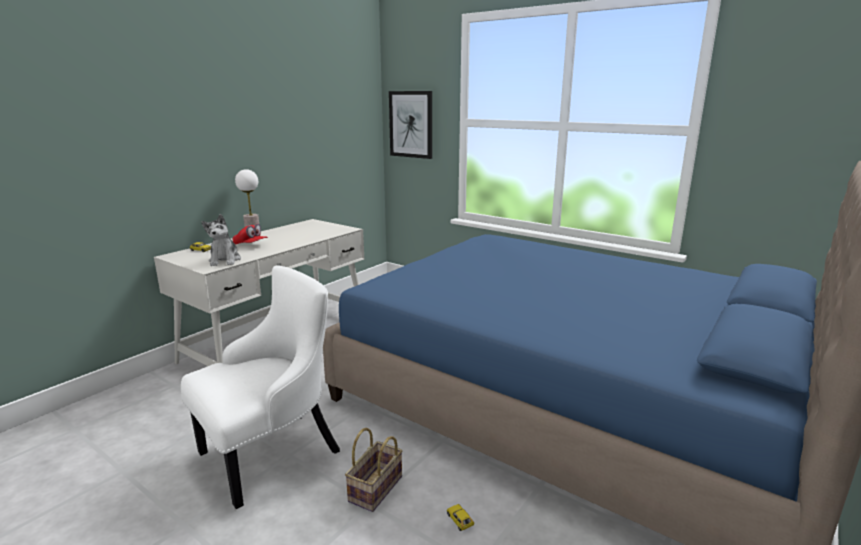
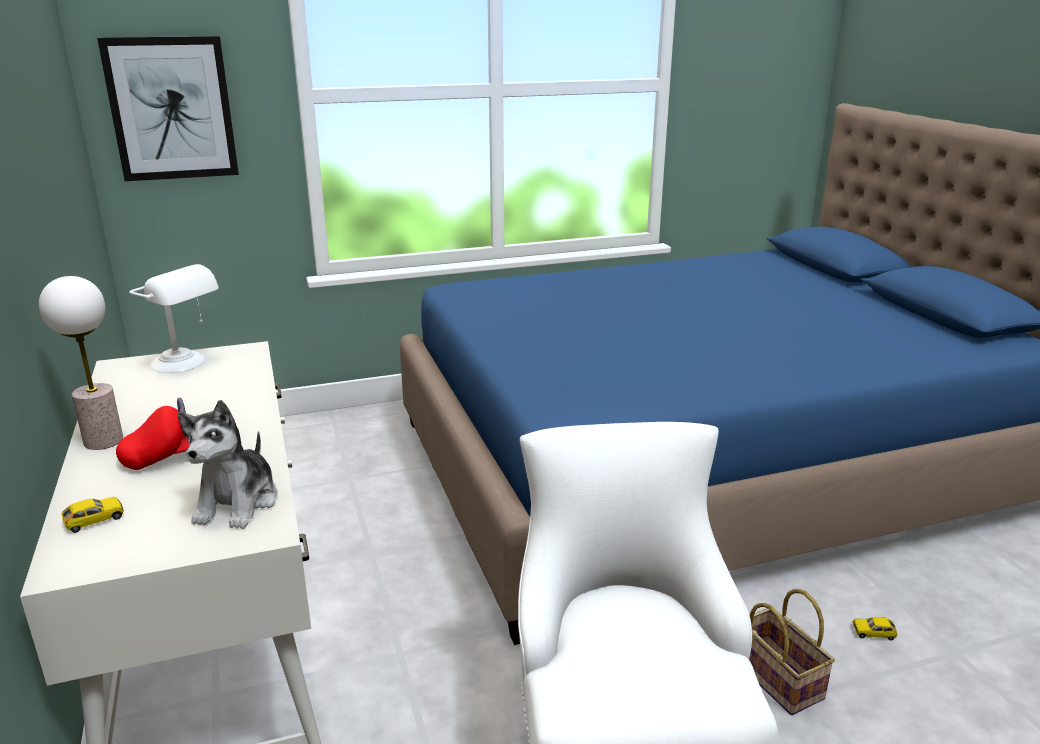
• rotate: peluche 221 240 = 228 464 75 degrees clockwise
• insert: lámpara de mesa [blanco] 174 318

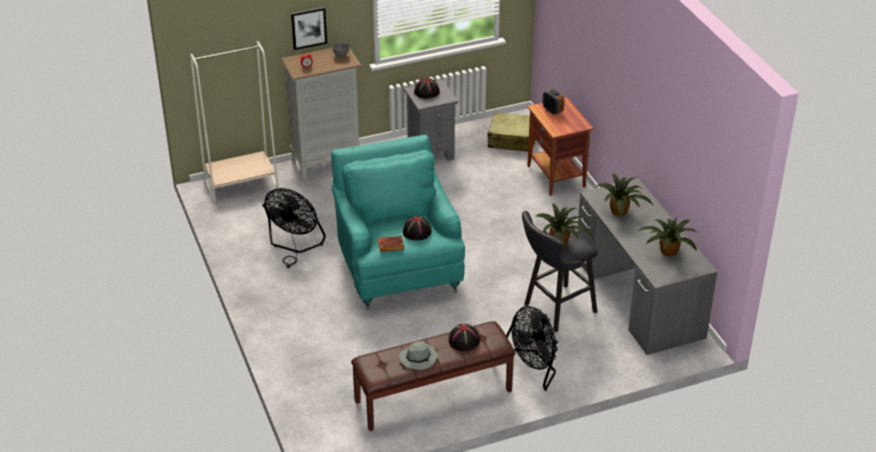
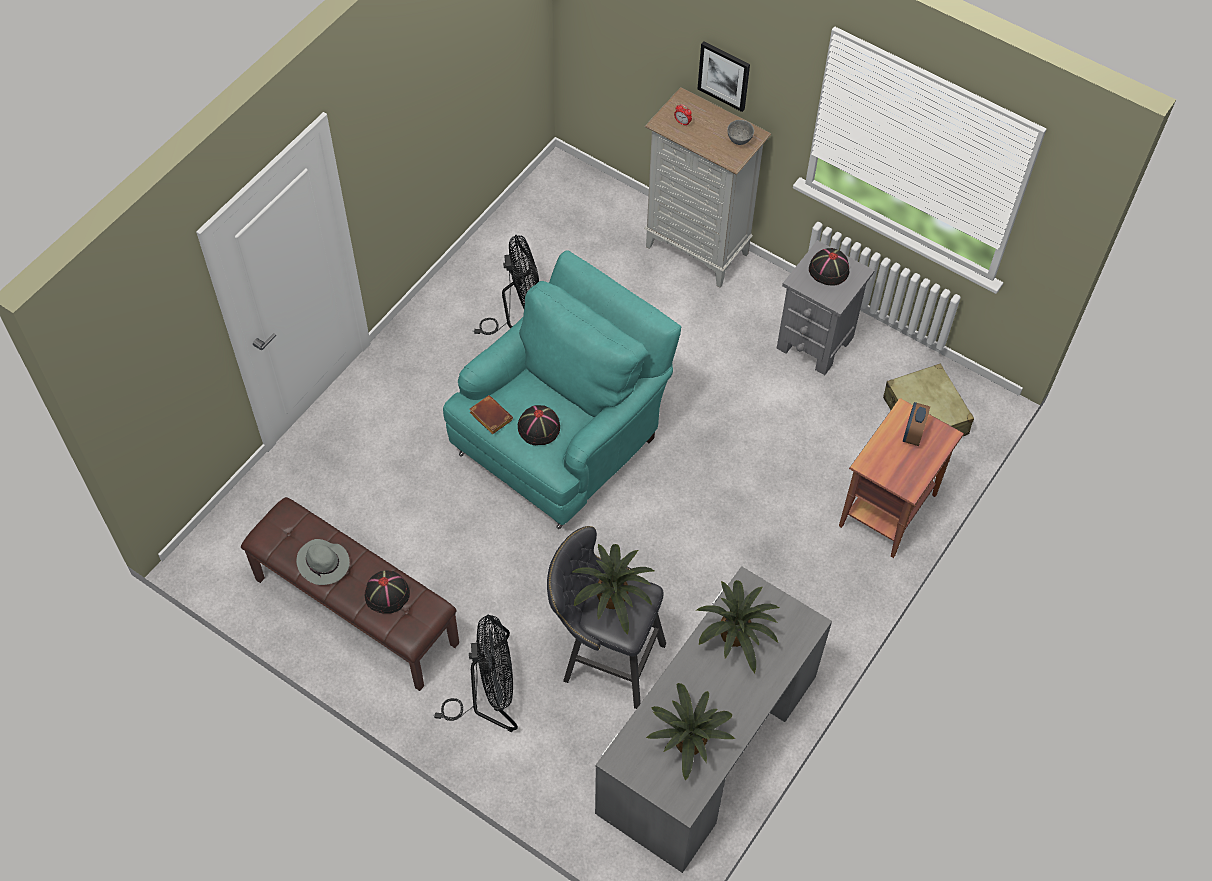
• delete: perchero 234 121
• rotate: ventilador [negro] 532 348 = 476 673 150 degrees clockwise

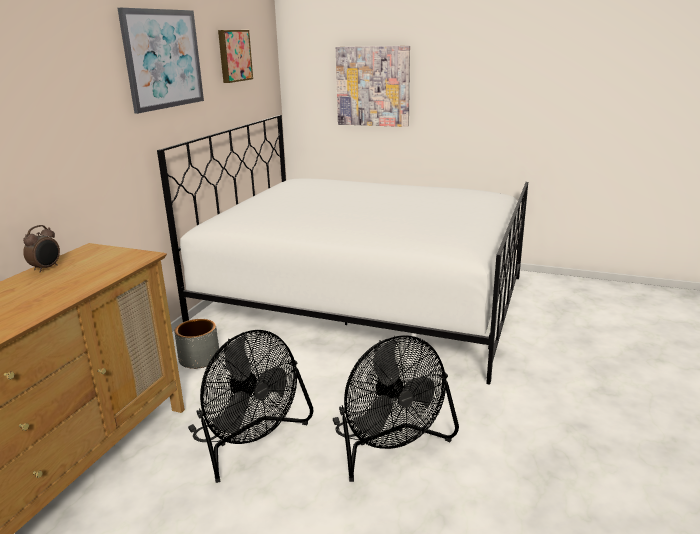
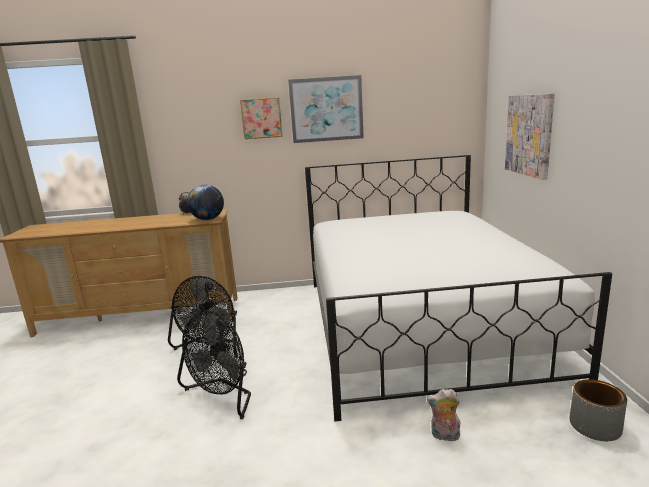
• move: maceta [gris] 196 344 to 598 410
• move: cuadro 235 56 to 261 118
• insert: globo terráqueo 205 202
• insert: peluche 443 415

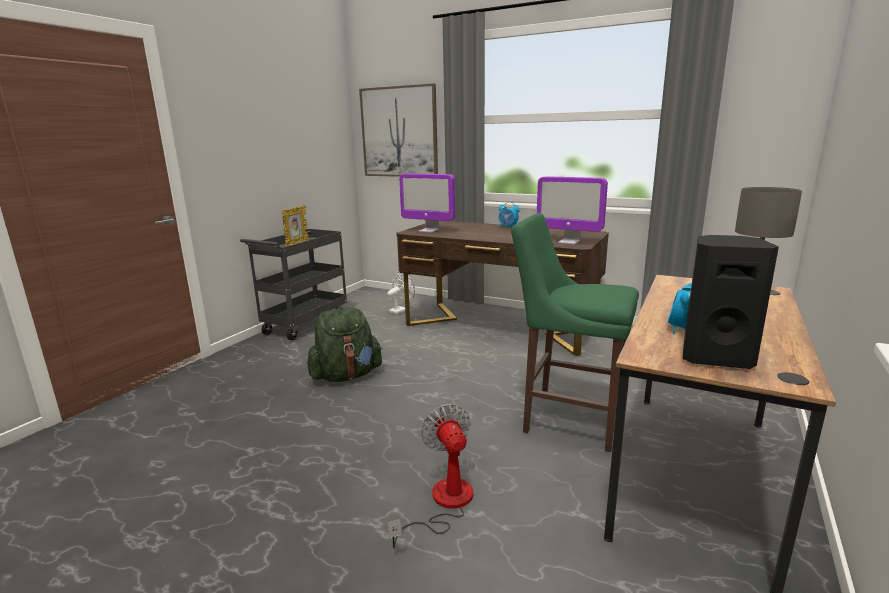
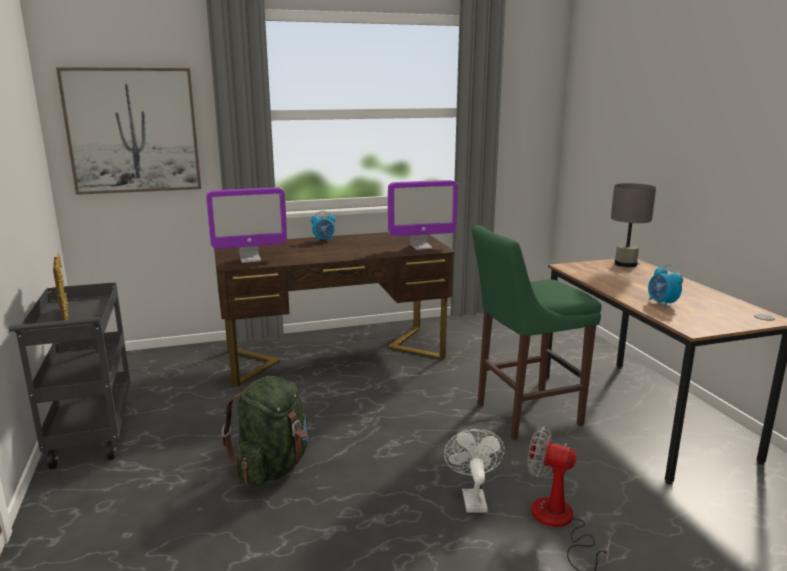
• move: ventilador [blanco] 401 293 to 474 471
• delete: altavoz [negro] 731 302

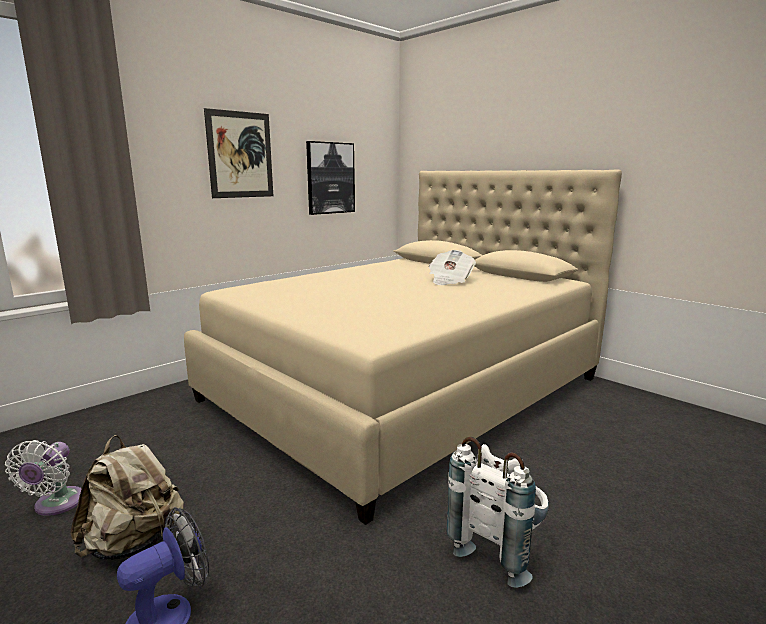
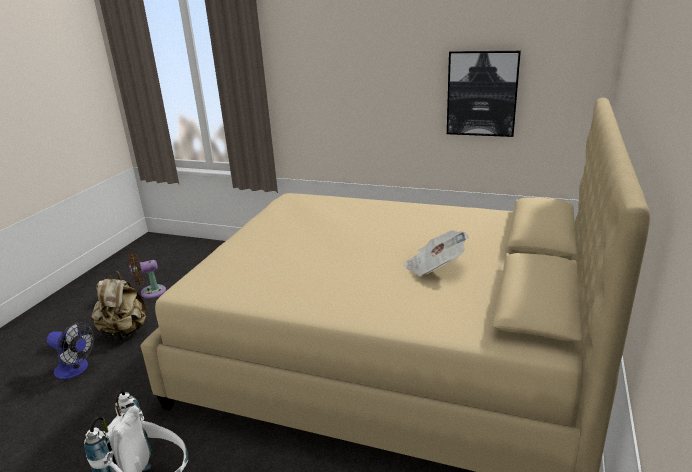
• recolor: ventilador [blanco] 43 478 to ventilador [marrón] 147 276
• delete: cuadro 238 153

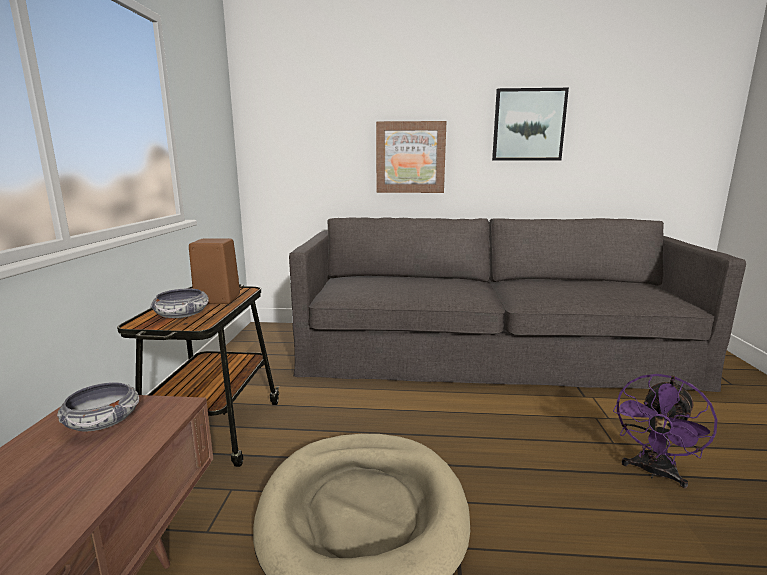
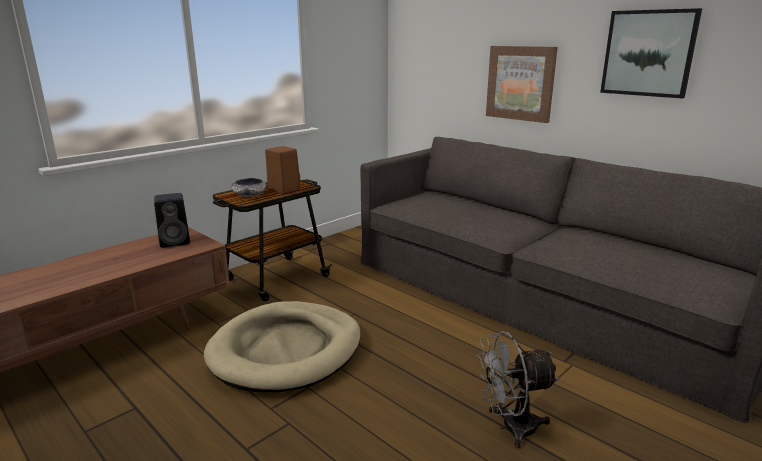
• replace: cuenco 98 406 to altavoz [negro] 172 220
• recolor: ventilador [morado] 665 431 to ventilador [gris] 517 389

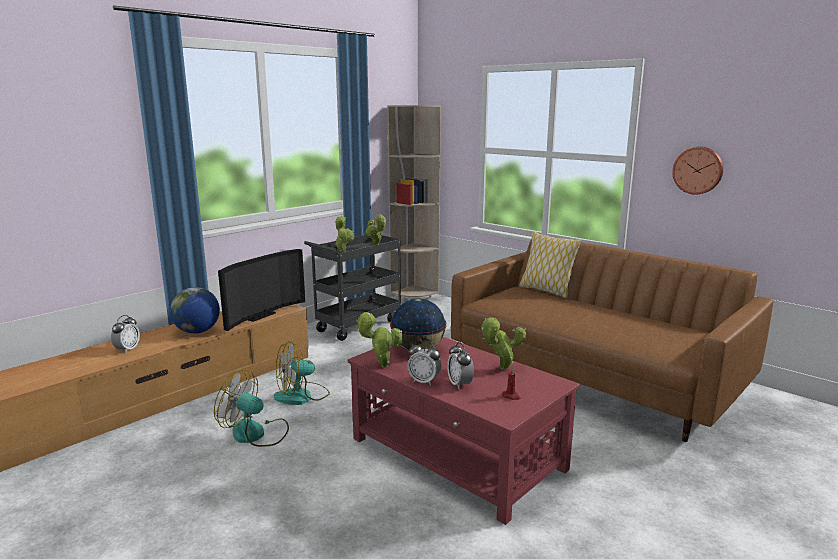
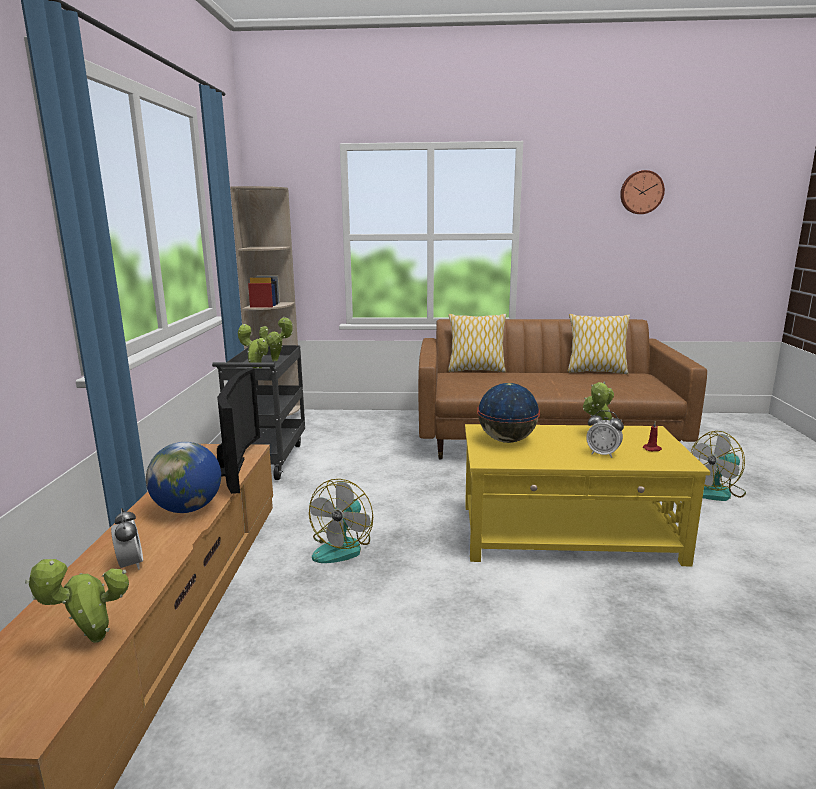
• move: ventilador 251 408 to 718 466
• recolor: mesa de centro [rojo] 464 431 to mesa de centro [amarillo] 587 495
• move: planta en maceta 379 340 to 77 601
• delete: despertador 424 363
• move: reloj de pared 697 171 to 642 192
• insert: cojín 599 344

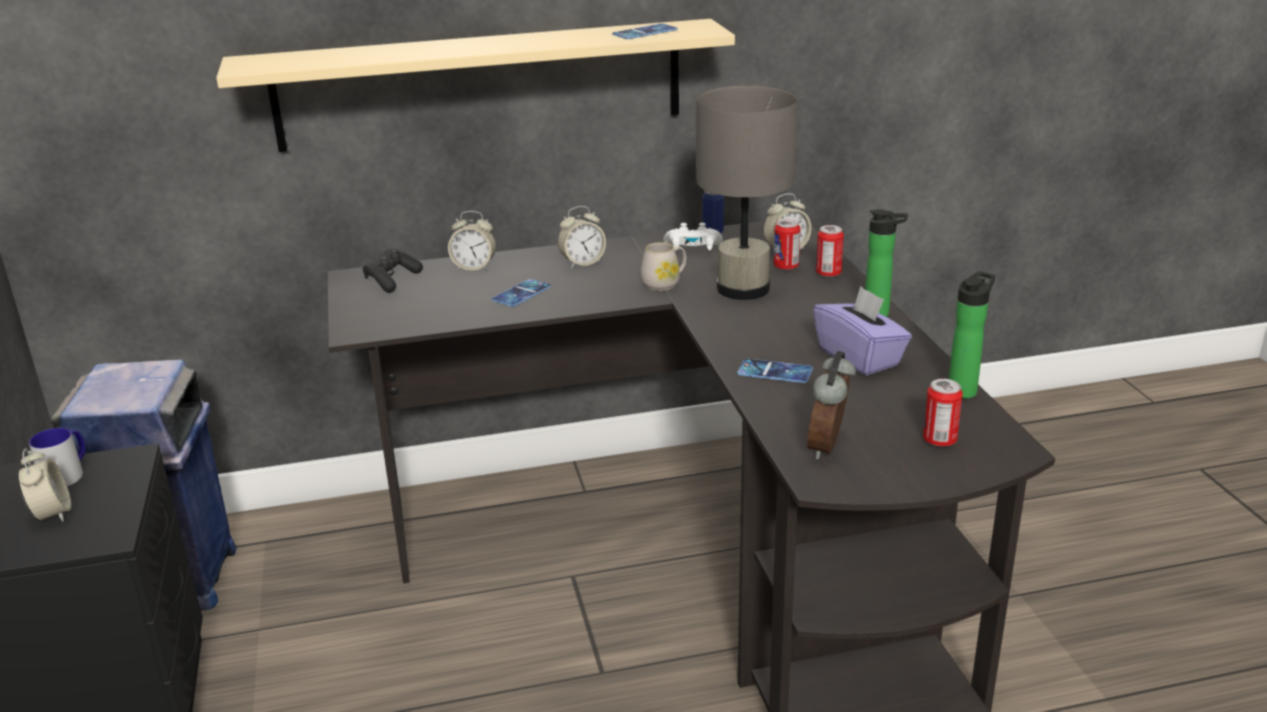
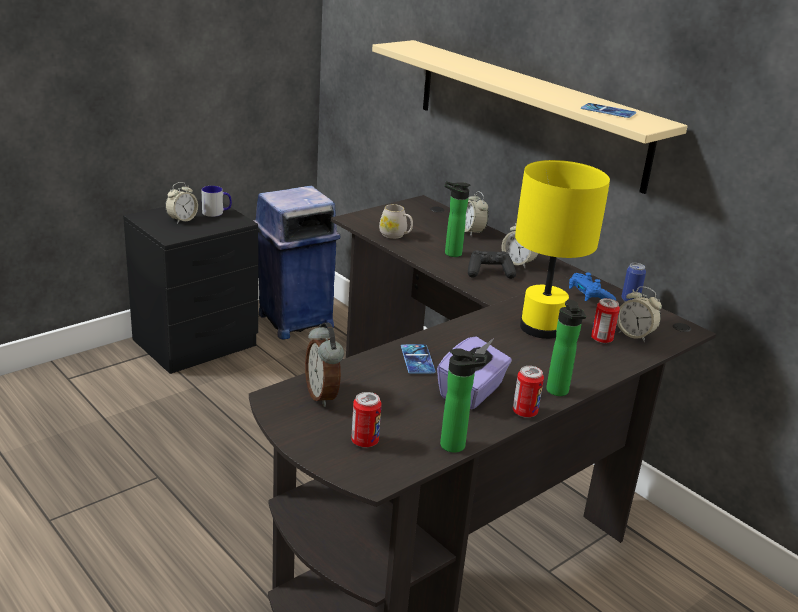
• move: mando de consola [negro] 393 270 to 492 265
• replace: móvil 521 293 to botella 458 219
• move: taza grande [blanco] 663 266 to 396 221
• recolor: mando de consola [blanco] 693 237 to mando de consola [azul] 592 287
• recolor: lámpara de mesa [gris] 746 192 to lámpara de mesa [amarillo] 562 249
• rotate: despertador 831 405 = 324 365 105 degrees counterclockwise
• move: lata 830 251 to 528 392

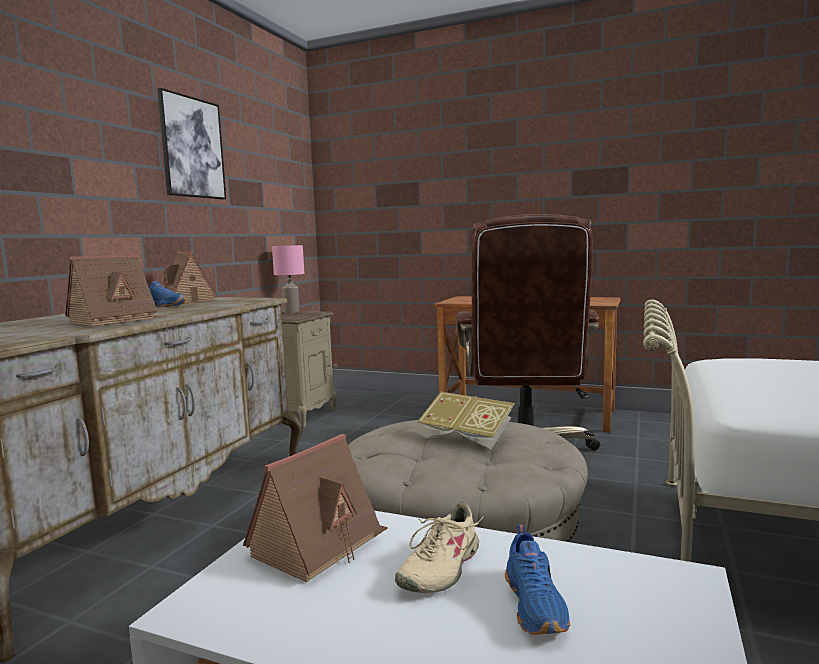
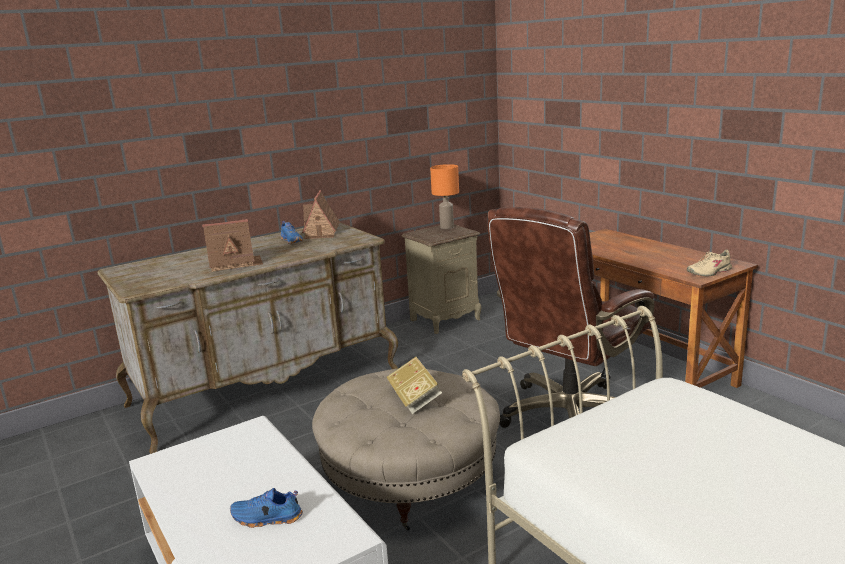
• delete: cuadro 191 143
• delete: casita 315 508
• recolor: lámpara de mesa [rosa] 288 279 to lámpara de mesa [naranja] 444 196
• move: zapato [beis] 439 547 to 710 263
• rotate: zapato [azul] 537 580 = 266 508 60 degrees clockwise

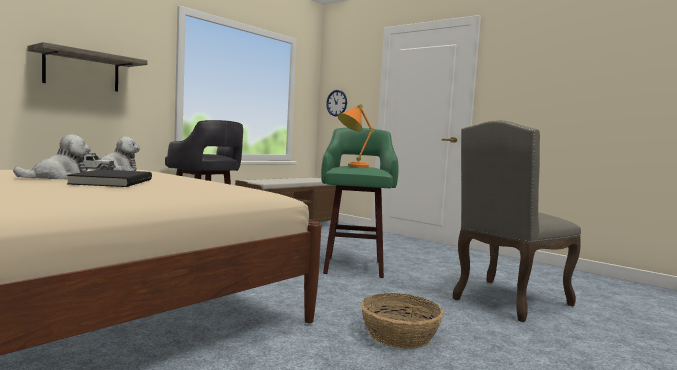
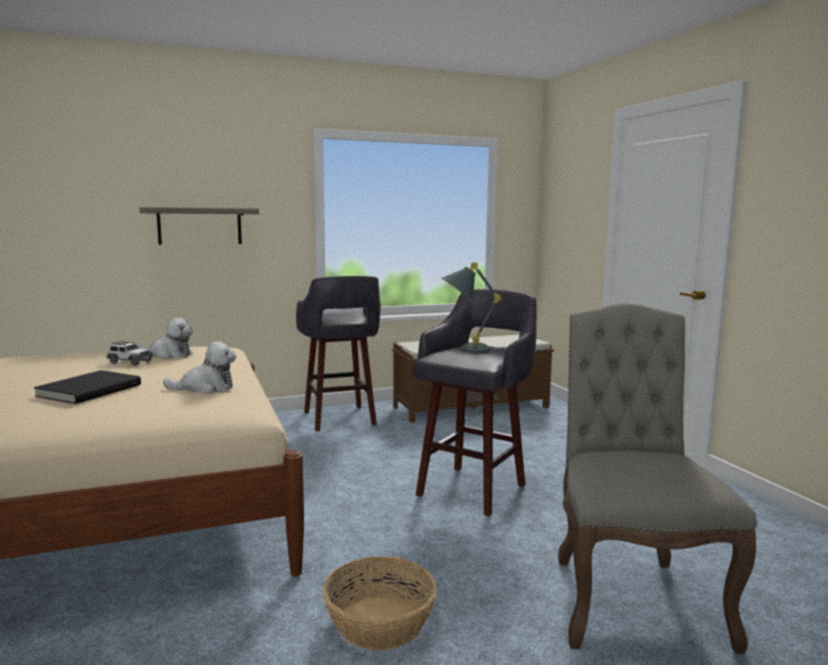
• move: peluche 52 157 to 199 367
• recolor: taburete [verde] 359 203 to taburete [gris] 475 402
• delete: reloj de pared 336 103
• recolor: lámpara de mesa [naranja] 356 135 to lámpara de mesa [gris] 471 307
• rotate: silla [gris] 517 221 = 657 478 105 degrees clockwise

